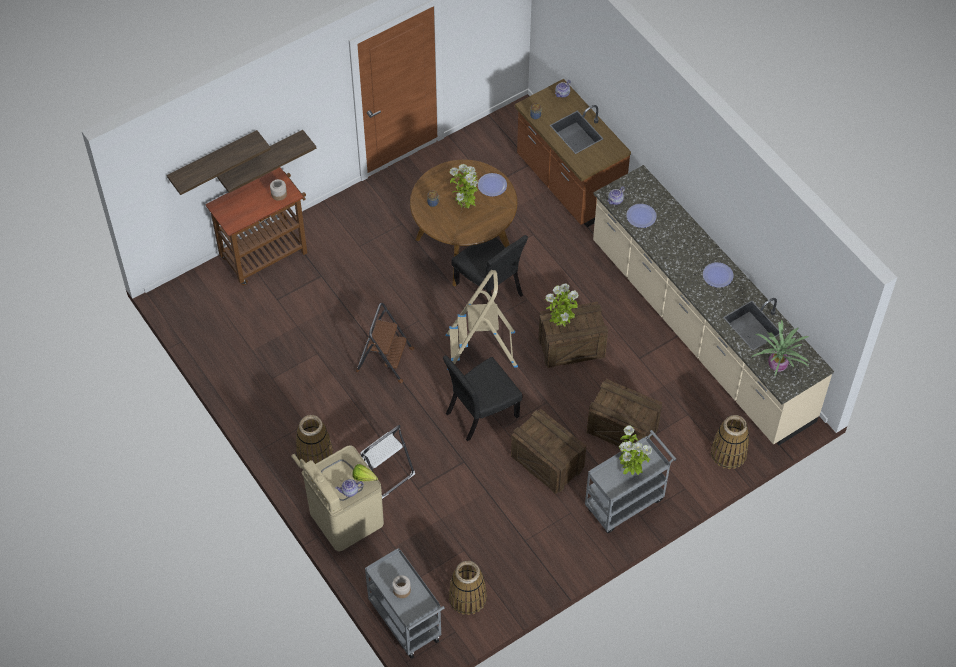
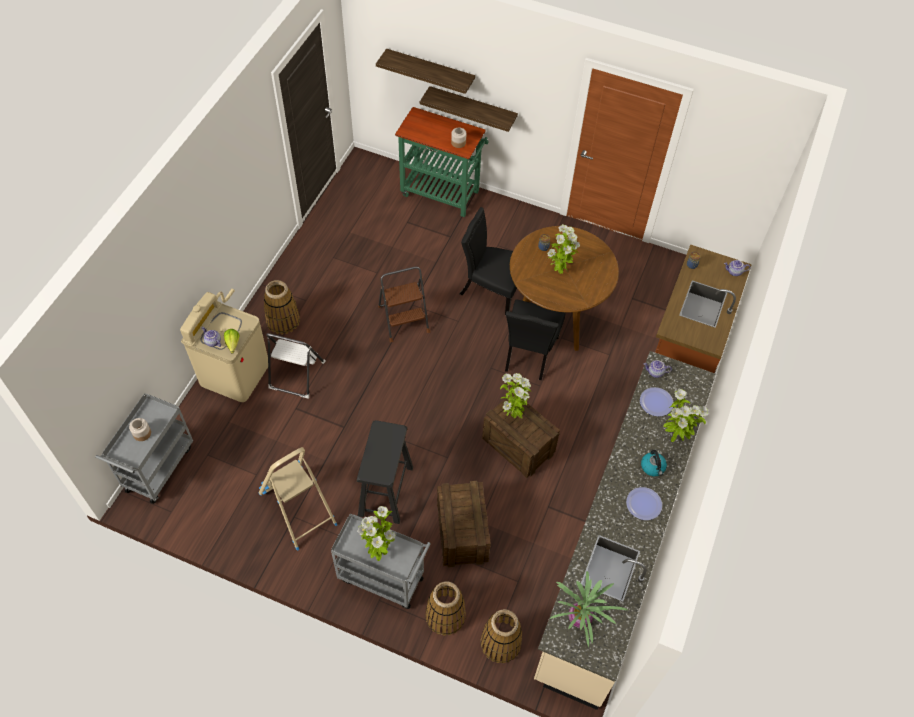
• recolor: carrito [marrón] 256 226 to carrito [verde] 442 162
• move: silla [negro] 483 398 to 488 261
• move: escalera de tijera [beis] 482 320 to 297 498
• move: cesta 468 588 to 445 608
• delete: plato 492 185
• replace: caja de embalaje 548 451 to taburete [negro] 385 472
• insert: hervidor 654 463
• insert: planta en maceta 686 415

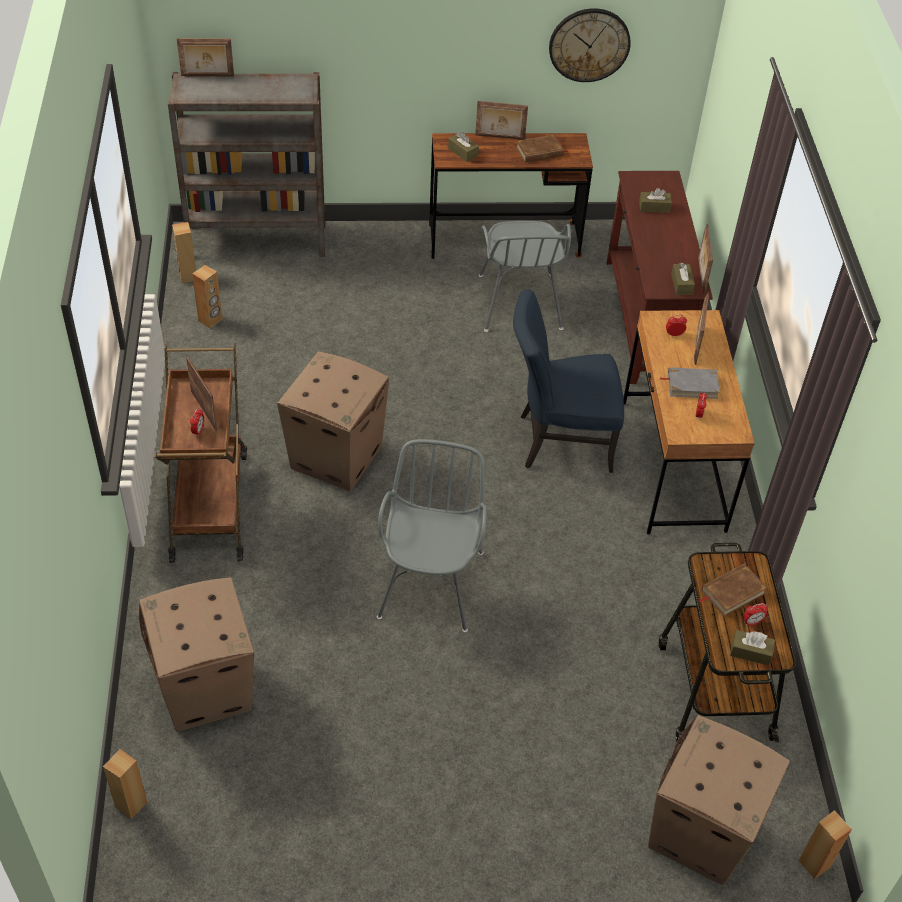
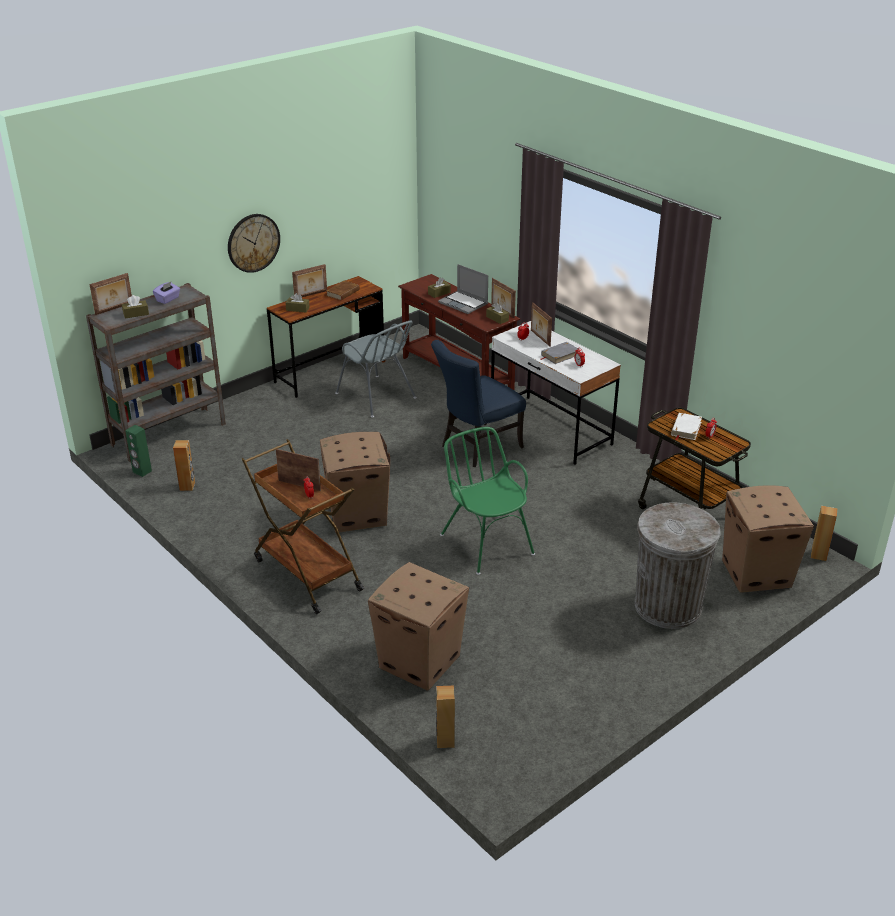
• recolor: altavoz [marrón] 184 252 to altavoz [verde] 138 451
• recolor: silla [gris] 432 536 to silla [verde] 487 501
• move: reloj de pared 590 45 to 254 243
• recolor: escritorio [marrón] 689 422 to escritorio [blanco] 556 393
• recolor: libro [marrón] 733 589 to libro [blanco] 686 426
• move: caja de pañuelos [marrón] 752 648 to 135 307
• insert: caja de pañuelos [morado] 166 293
• insert: portátil 463 289
• insert: papelera [gris] 678 565

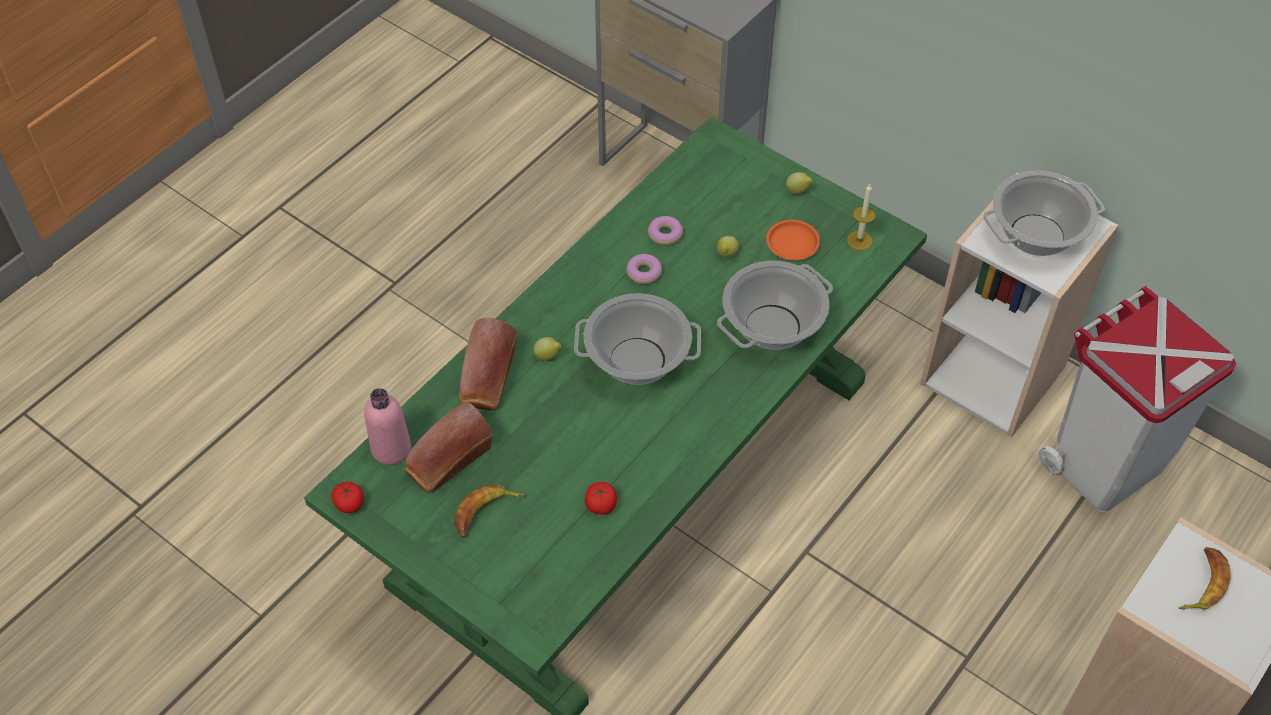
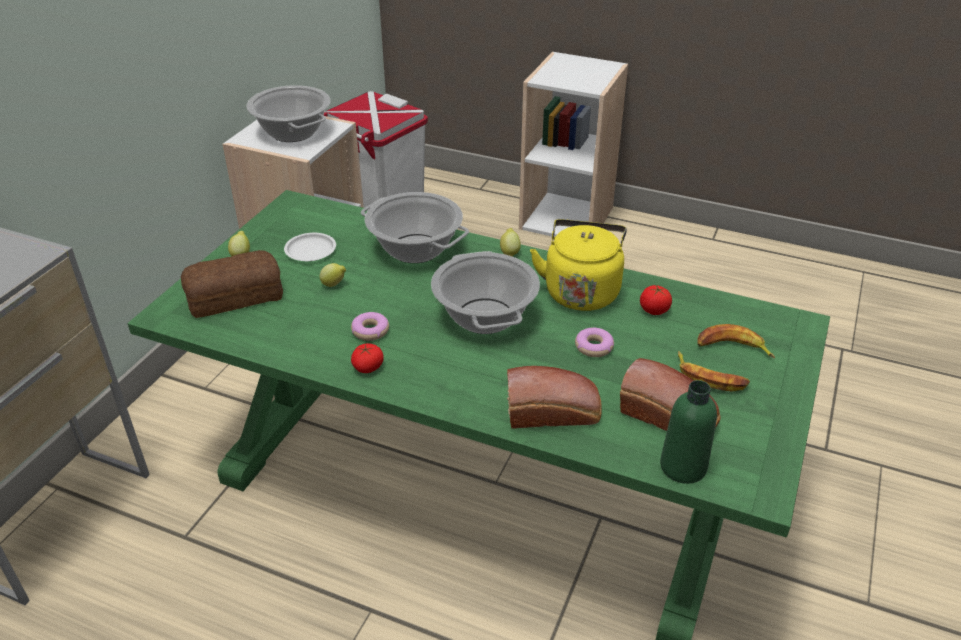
• move: tomate 348 497 to 367 358
• recolor: botella [rosa] 387 426 to botella [verde] 688 432
• move: limón 547 349 to 510 242
• move: rosquilla 665 230 to 594 342
• recolor: plato [naranja] 793 240 to plato [blanco] 310 247
• delete: vela 861 217
• move: plátano 1205 578 to 736 341
• insert: pan 232 284
• insert: hervidor [amarillo] 578 265

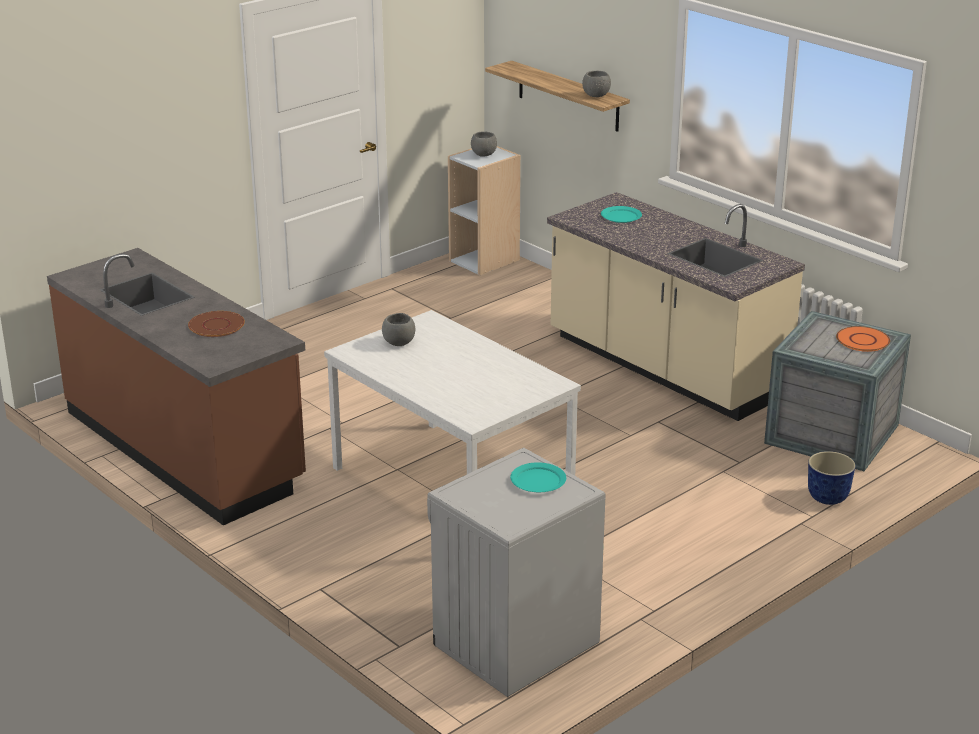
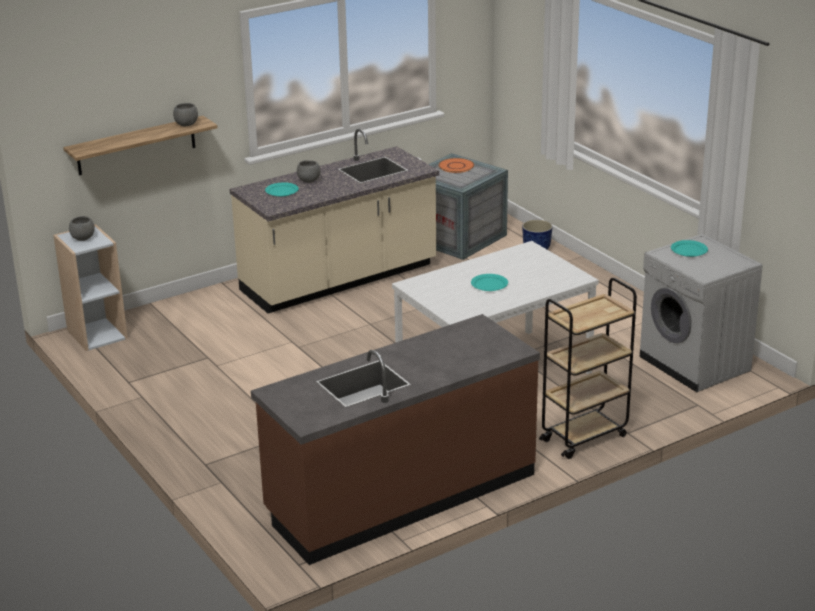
• delete: plato [marrón] 216 324
• move: cuenco [gris] 398 329 to 309 171
• insert: plato [turquesa] 489 282
• insert: carrito [marrón] 588 368

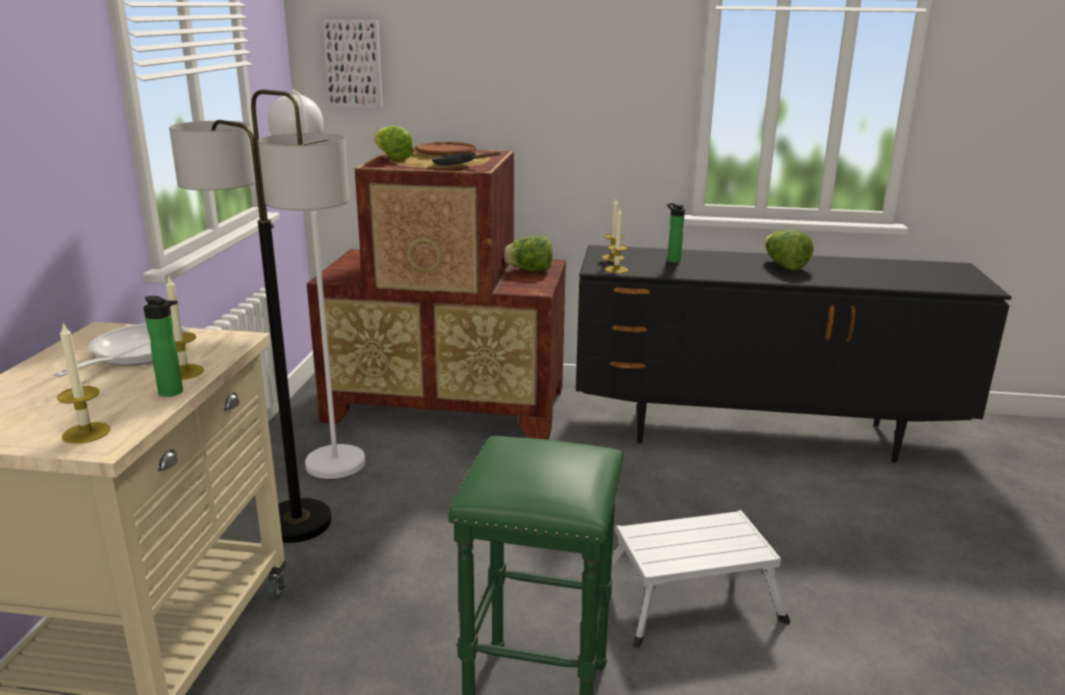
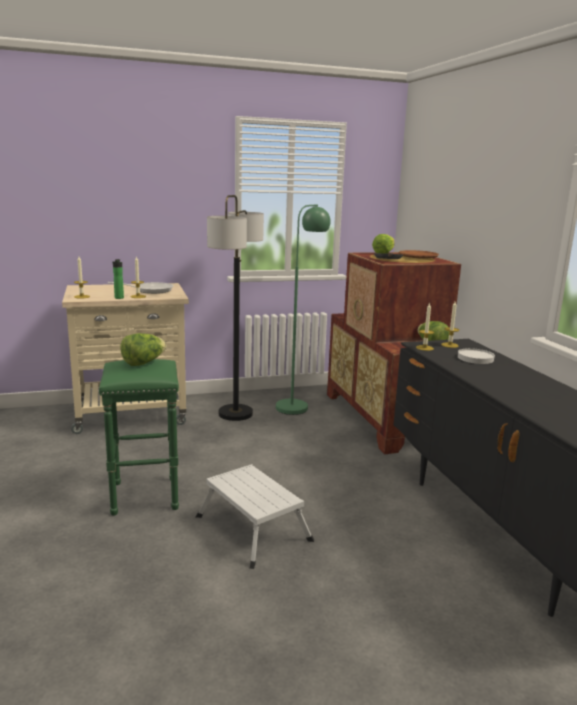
• recolor: lámpara de pie [blanco] 316 285 to lámpara de pie [verde] 303 309
• delete: cuadro 353 64
• replace: botella 676 233 to plato [blanco] 476 356
• move: lechuga 789 250 to 143 349

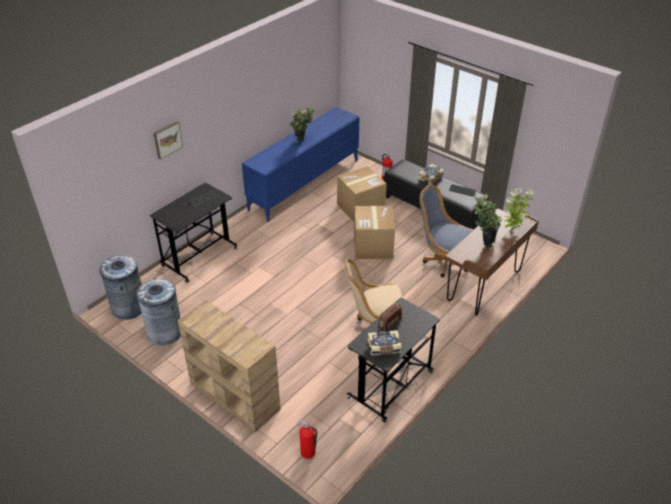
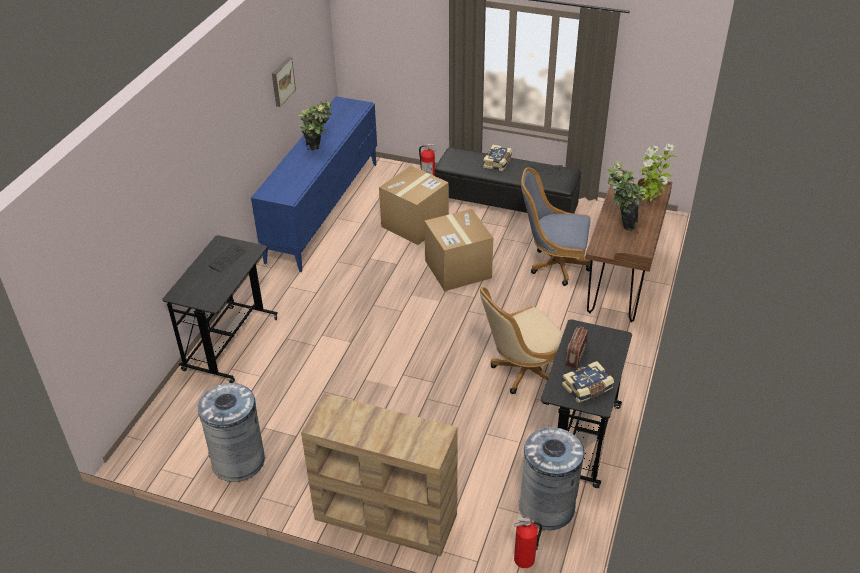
• move: papelera [gris] 121 287 to 551 478
• move: cuadro 168 140 to 284 82

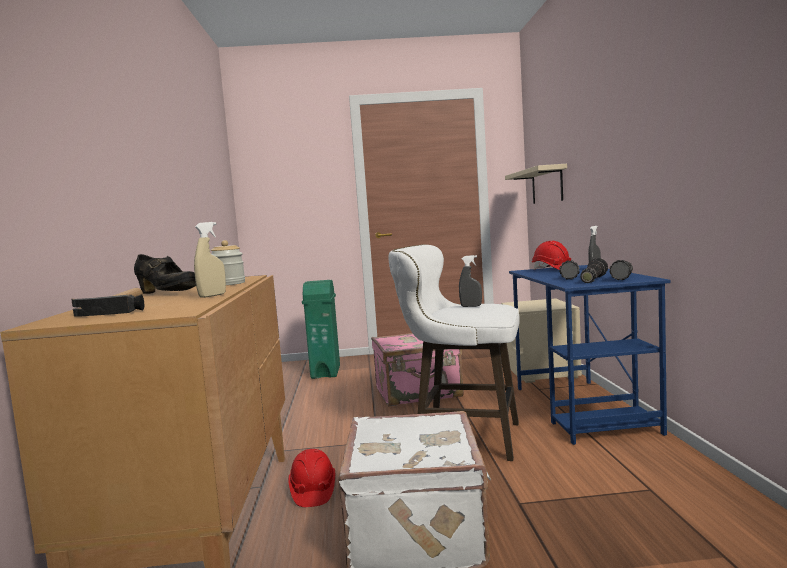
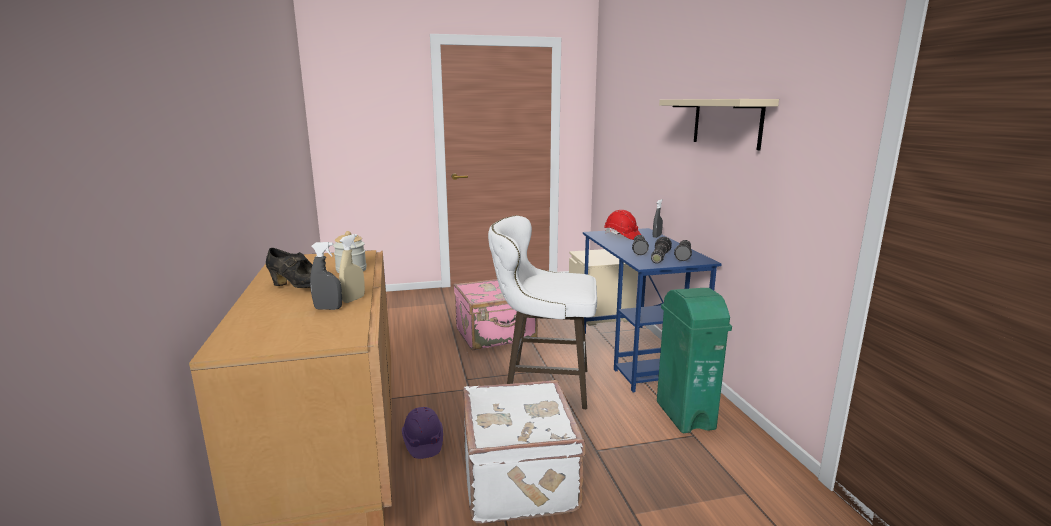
• delete: martillo 107 302
• recolor: casco [rojo] 311 478 to casco [morado] 422 433
• move: papelera [verde] 321 329 to 694 360
• move: pulverizador [gris] 470 281 to 326 276
• move: estante [beis] 536 184 to 719 124

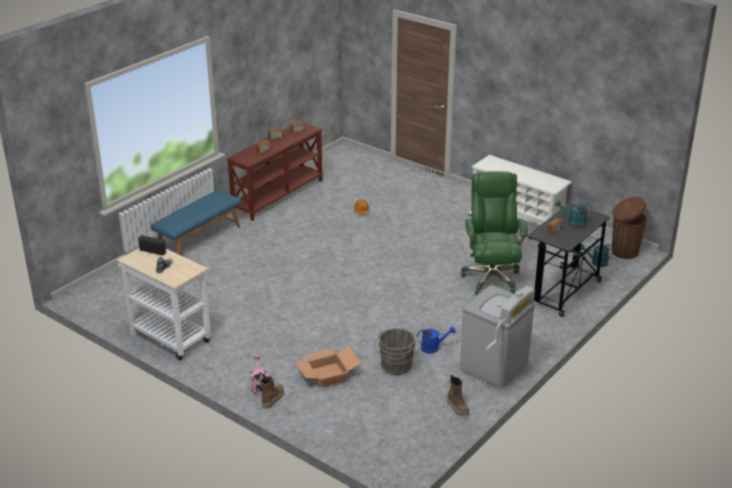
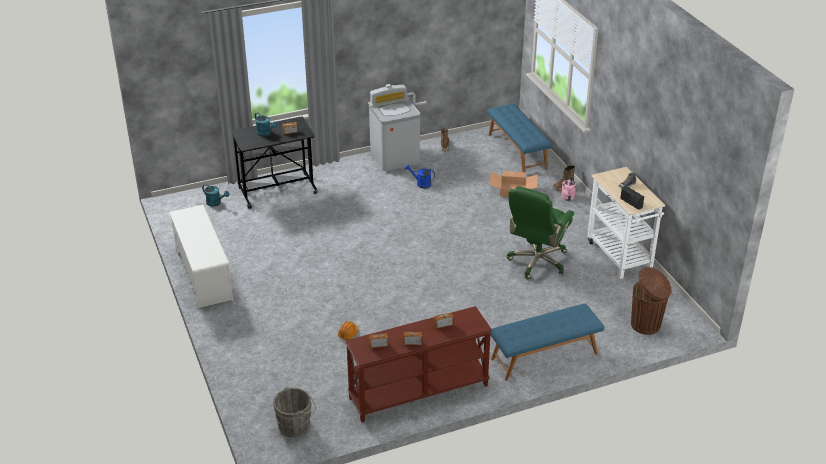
• move: cubo [gris] 394 351 to 294 412
• move: silla de oficina [verde] 494 233 to 540 233
• move: papelera [marrón] 629 227 to 651 301
• insert: banco [azul] 519 138

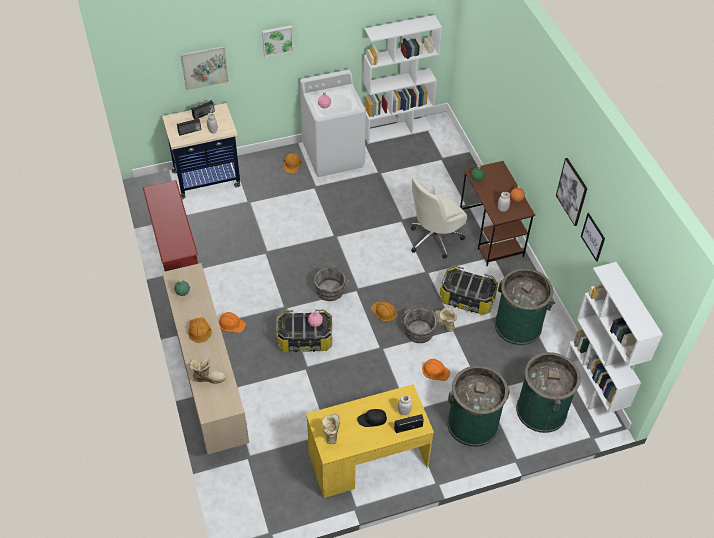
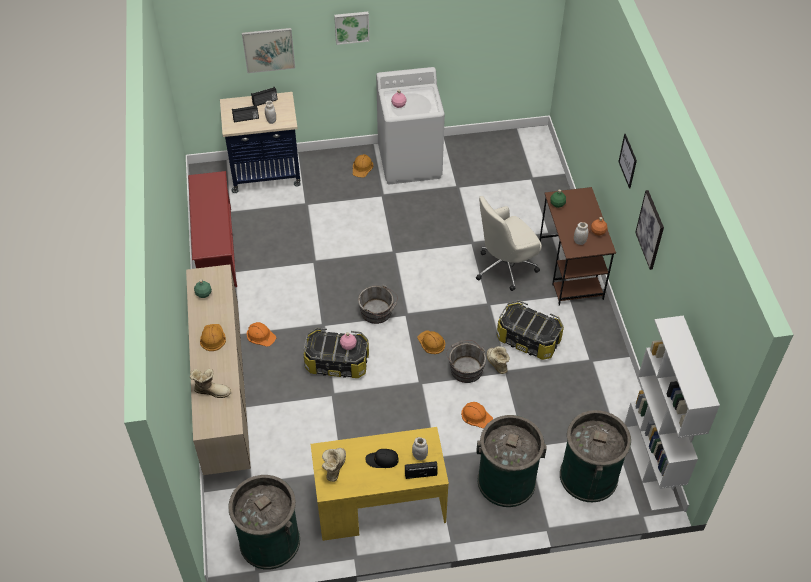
• delete: estantería [blanco] 402 79
• move: papelera [verde] 524 306 to 264 522
• move: cuadro 593 237 to 627 161

